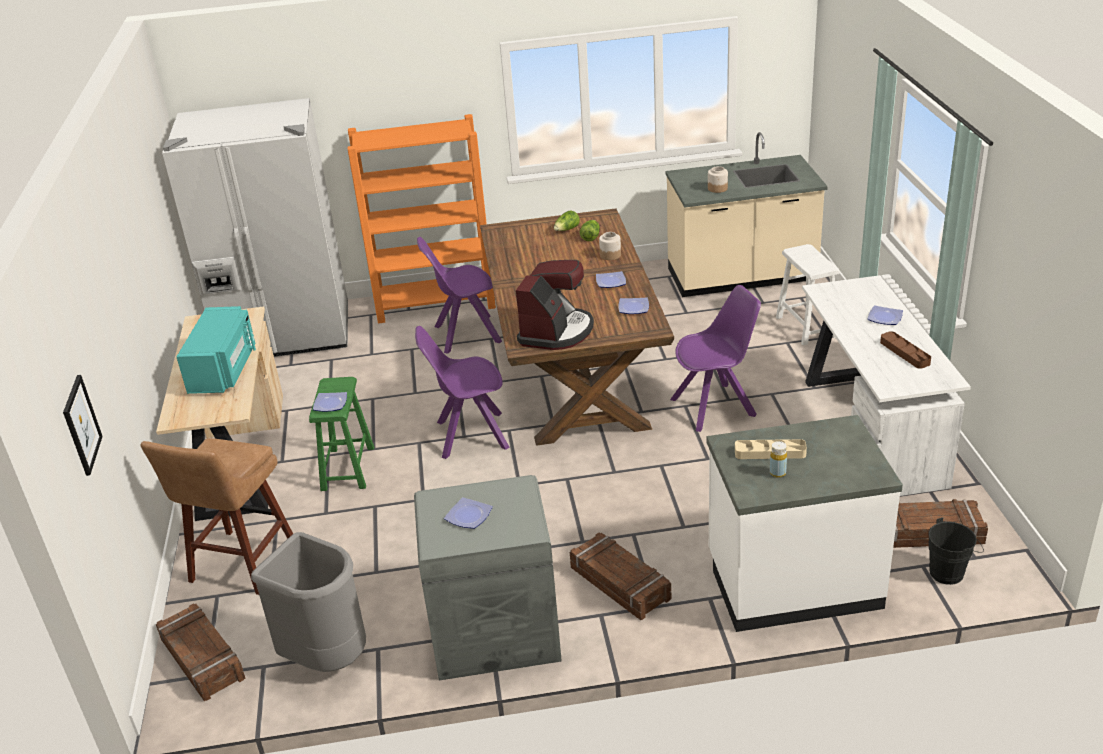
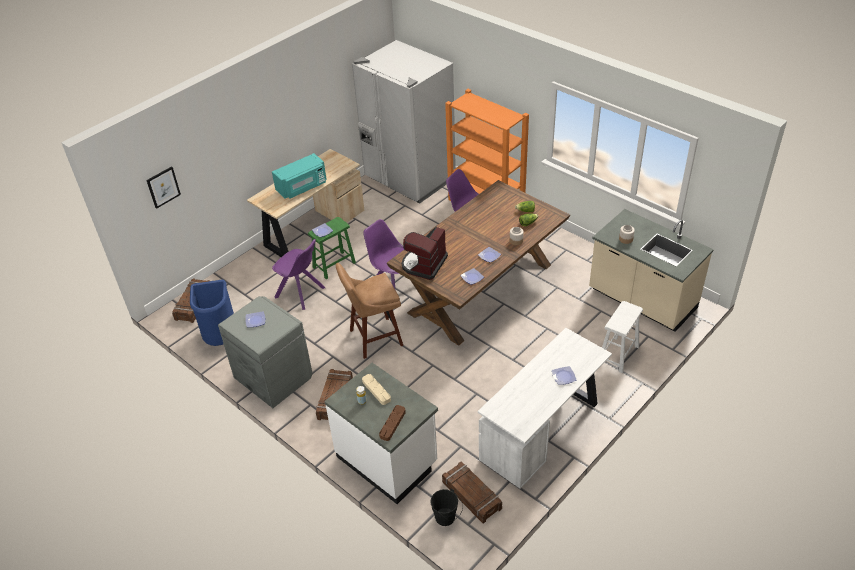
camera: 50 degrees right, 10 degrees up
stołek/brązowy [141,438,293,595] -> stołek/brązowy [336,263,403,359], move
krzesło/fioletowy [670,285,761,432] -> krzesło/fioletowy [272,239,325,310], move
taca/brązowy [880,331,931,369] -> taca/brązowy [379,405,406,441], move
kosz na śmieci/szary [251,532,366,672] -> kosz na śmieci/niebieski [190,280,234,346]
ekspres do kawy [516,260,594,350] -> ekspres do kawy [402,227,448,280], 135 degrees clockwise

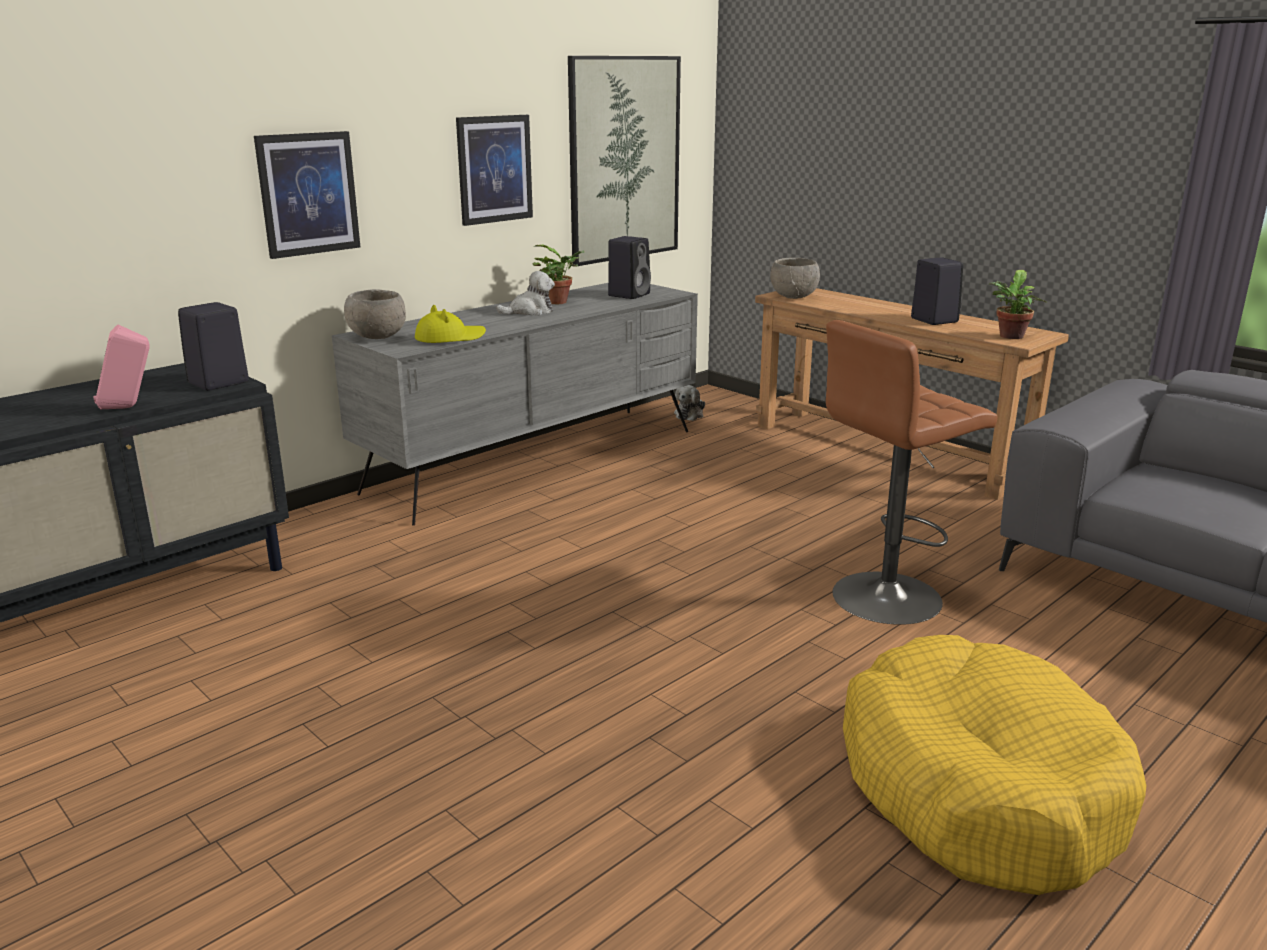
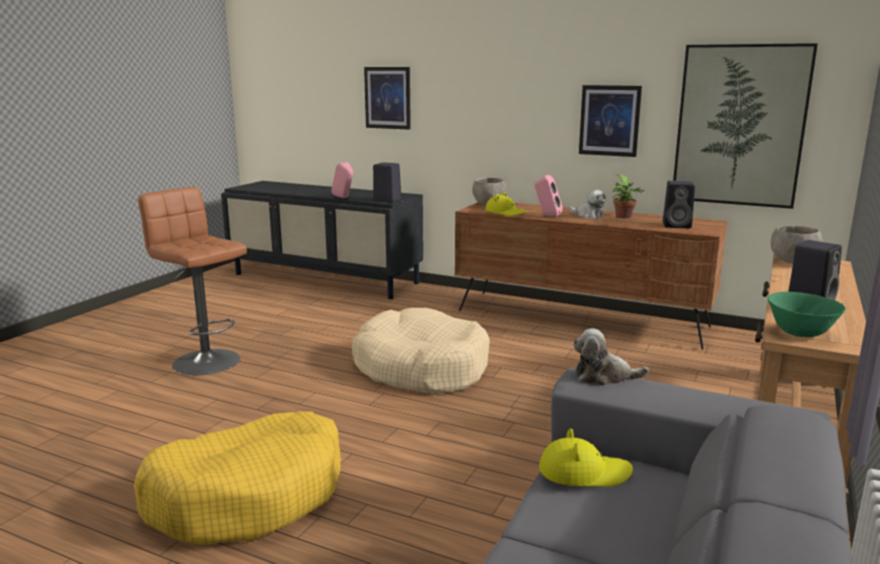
camera: 70 degrees right, 5 degrees down
none -> legowisko/beżowy [352,308,490,395]
none -> głośnik/różowy [534,175,563,217]
none -> kapelusz/żółty [539,428,633,487]
obraz [254,131,360,259] -> obraz [364,67,411,130], move
pluszak [674,385,705,421] -> pluszak [573,328,649,386], move
stołek/brązowy [826,320,997,625] -> stołek/brązowy [138,187,247,375], move
roślina doniczkowa [989,270,1047,339] -> miska/zielony [768,292,846,337]
szafka pod telewizor/szary [332,283,698,525] -> szafka pod telewizor/brązowy [455,202,727,350]

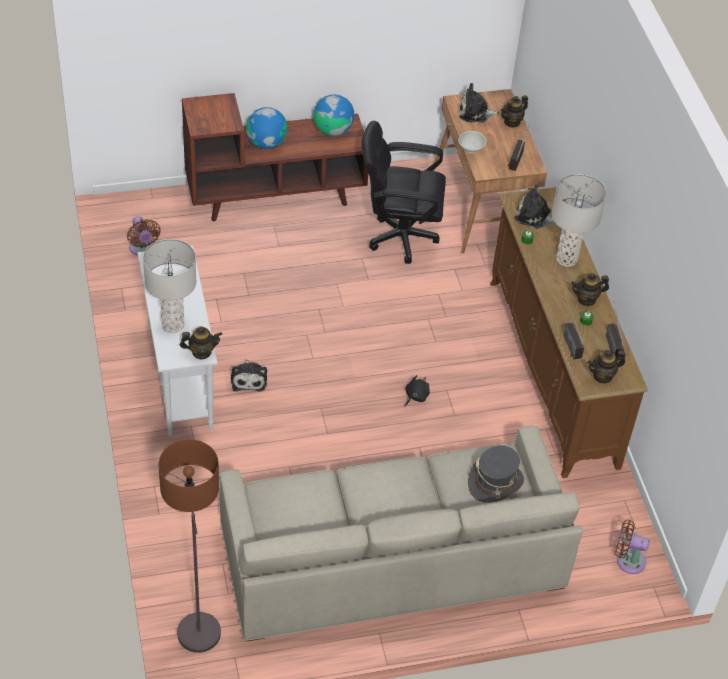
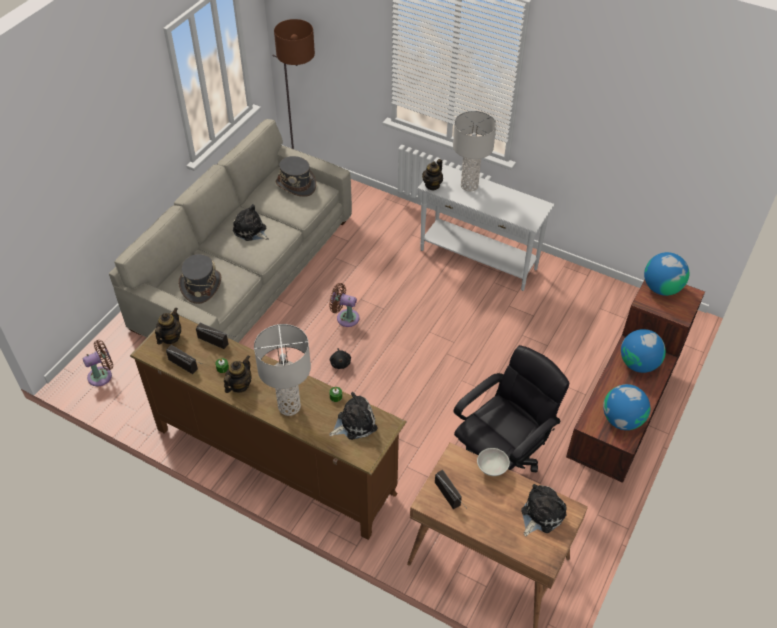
camera: 135 degrees right, 0 degrees up
imbryk [501,95,528,128] -> none
none -> kapelusz/szary [276,156,316,197]
none -> globus [644,252,689,296]
wentylator/brązowy [127,216,161,255] -> wentylator/brązowy [329,283,360,327], move
pluszak [231,359,267,392] -> pluszak [233,204,269,241], move

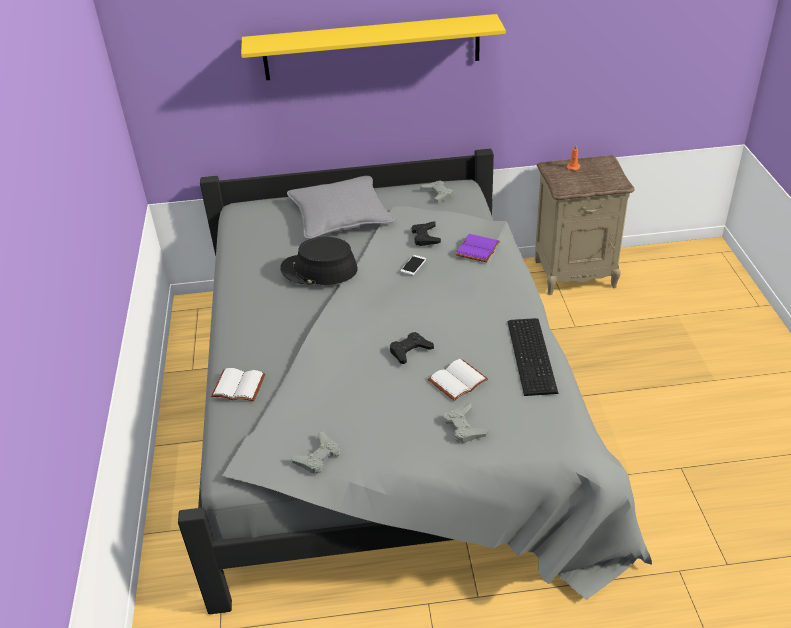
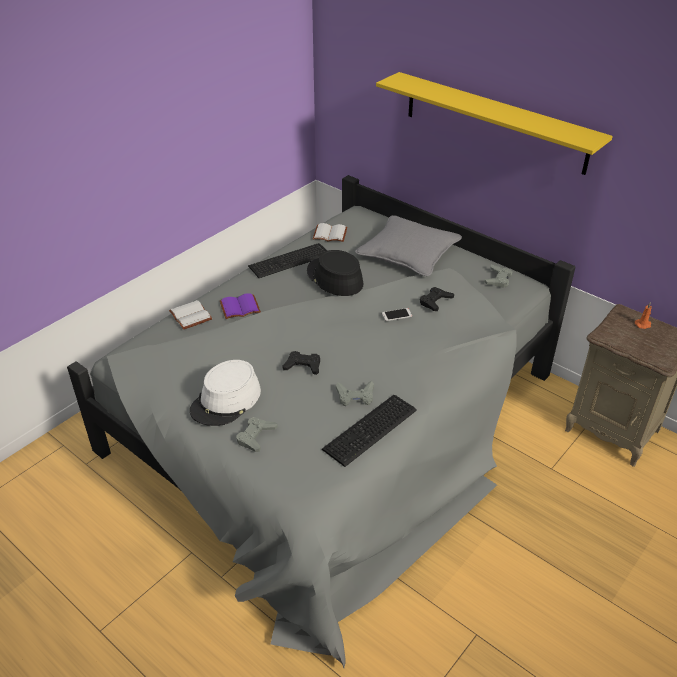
camera: 45 degrees right, 0 degrees up
none -> kapelusz/biały [190,360,261,426]
none -> klawiatura [248,243,327,278]
pad do gier/szary [291,431,340,474] -> pad do gier/szary [336,381,374,406], move
książka/biały [428,359,488,401] -> książka/biały [313,223,347,242], move
książka/fioletowy [455,234,500,262] -> książka/fioletowy [220,293,261,319], move

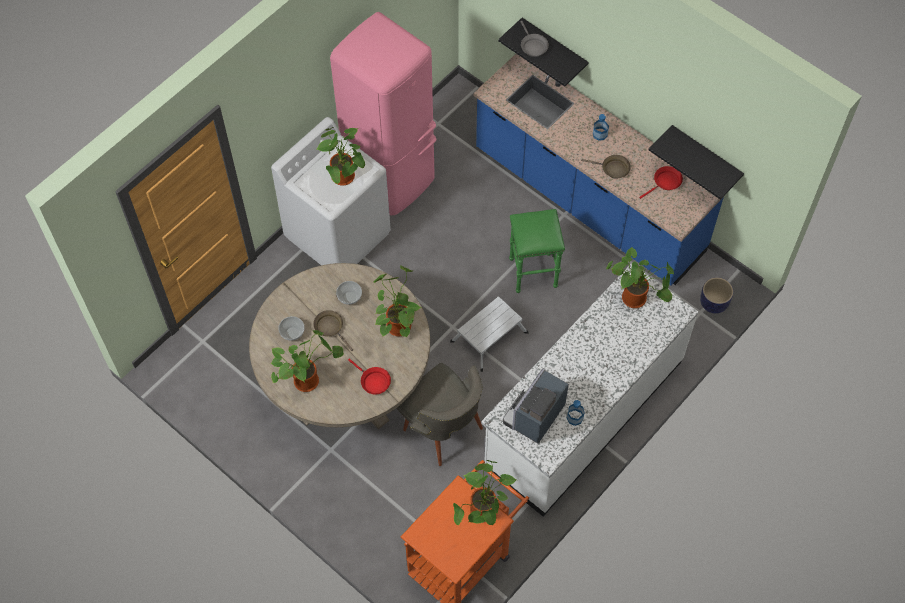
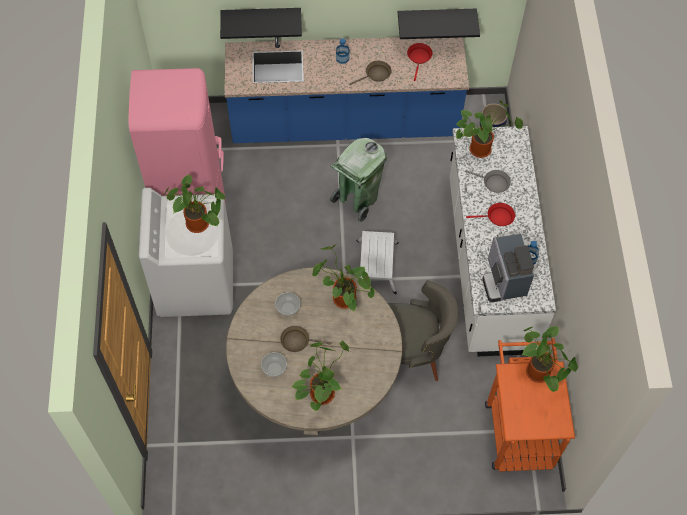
camera: 45 degrees left, 0 degrees up
patelnia/czerwony [348,359,391,394] -> patelnia/czerwony [466,203,515,226], move
patelnia/szary [521,21,549,57] -> patelnia/szary [465,170,511,193], move
stołek/zielony [509,209,565,293] -> kosz na śmieci/zielony [330,138,387,222]

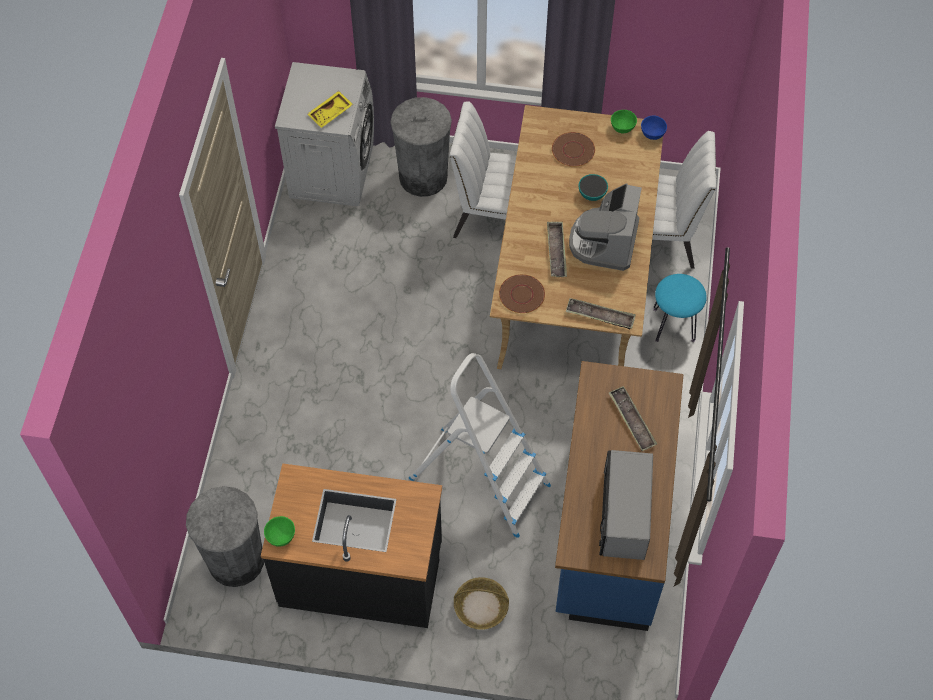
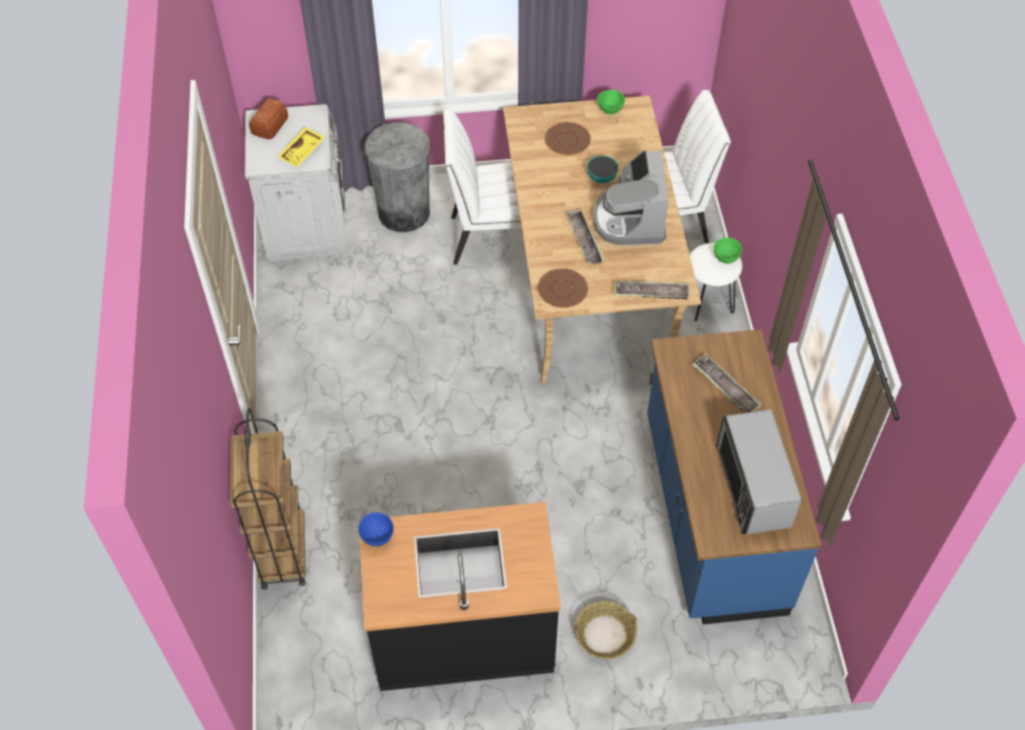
camera: 15 degrees left, 5 degrees down
kosz na śmieci/szary [186,486,264,587] -> none
drabinka/biały [409,353,551,538] -> none
none -> wózek/brązowy [230,408,306,590]
none -> chleb [249,98,288,139]
miska/zielony [264,516,295,547] -> miska/zielony [714,237,742,264], move
miska/niebieski [641,115,667,140] -> miska/niebieski [358,512,394,546], move
stołek/turkusowy [653,274,707,342] -> stołek/biały [690,243,742,321]

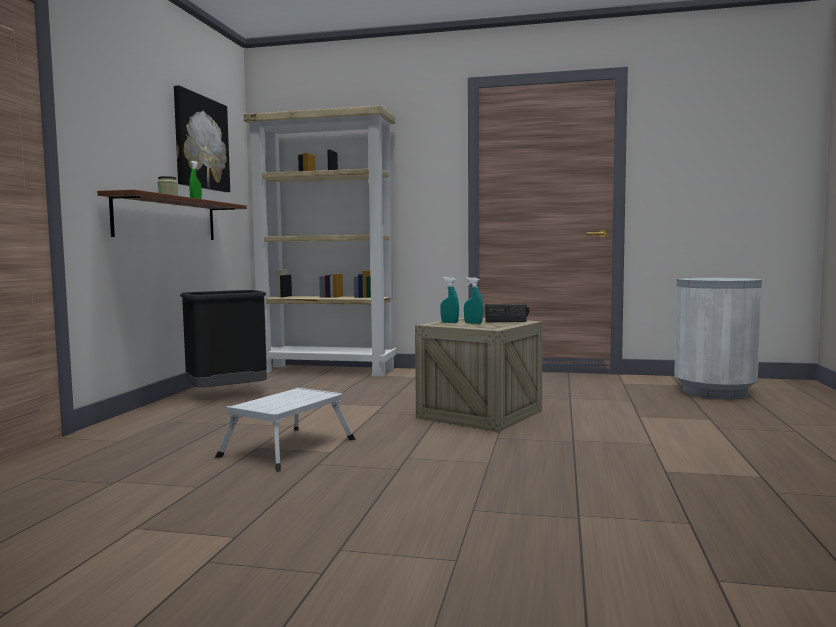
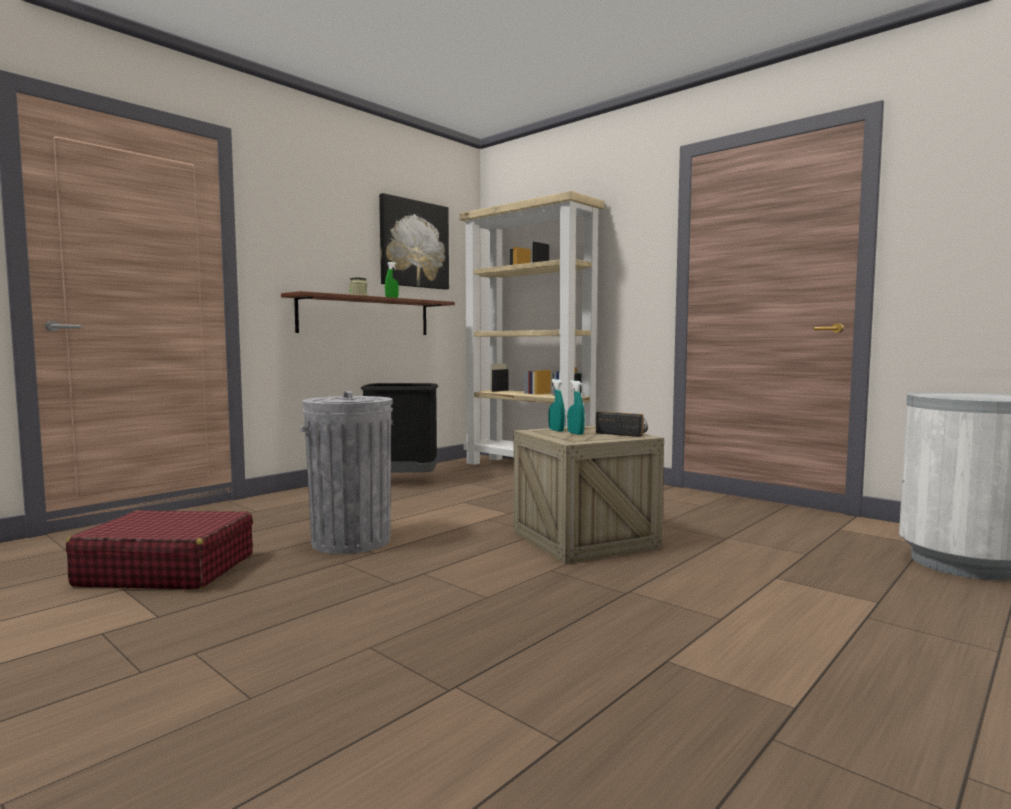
camera: 30 degrees right, 0 degrees up
none -> walizka/czerwony [66,510,253,589]
drabinka/biały [215,388,356,472] -> kosz na śmieci/szary [301,391,393,554]

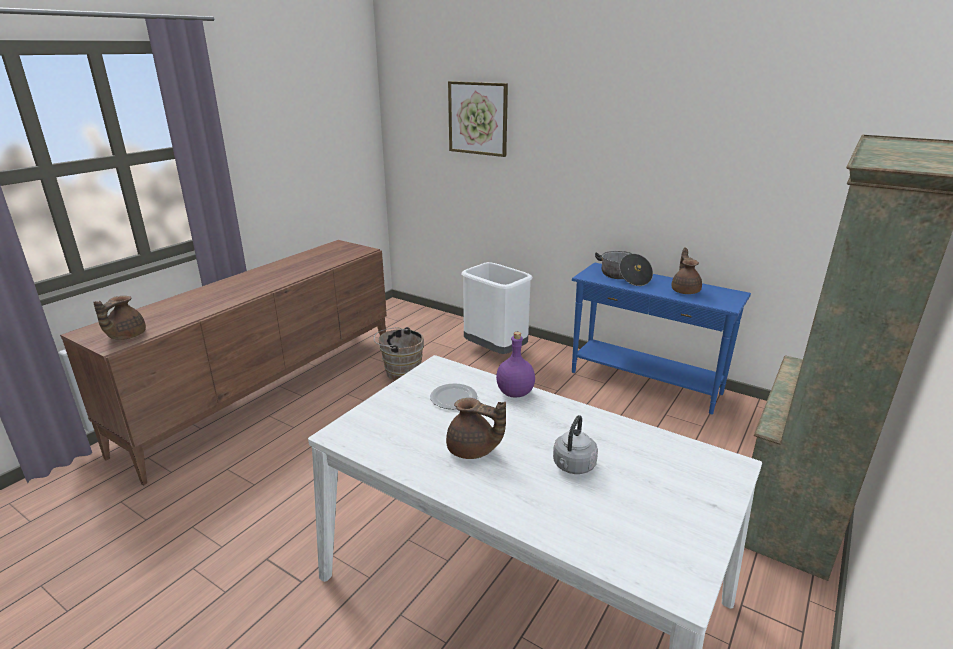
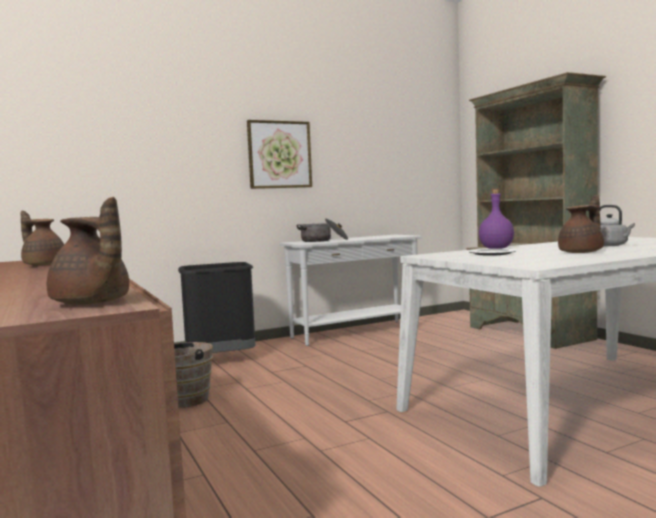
camera: 60 degrees left, 20 degrees down
obraz [448,81,508,157] -> obraz [247,120,312,189], move
imbryk/brązowy [672,247,702,294] -> imbryk/brązowy [21,211,64,266], move
kosz na śmieci/biały [461,262,533,354] -> kosz na śmieci/czarny [178,262,256,353]
stolik konsolowy/niebieski [572,262,751,415] -> stolik konsolowy/biały [280,235,422,346]

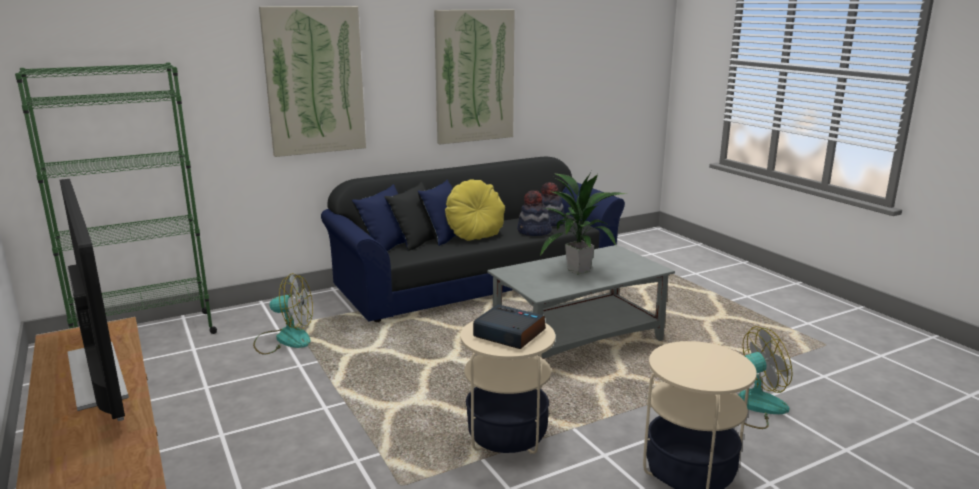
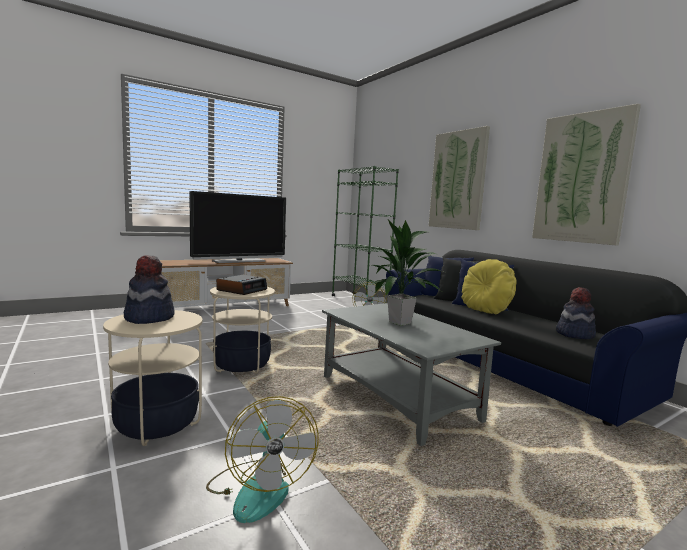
camera: 85 degrees right, 10 degrees down
kapelusz [517,191,552,236] -> kapelusz [124,255,175,324], move

